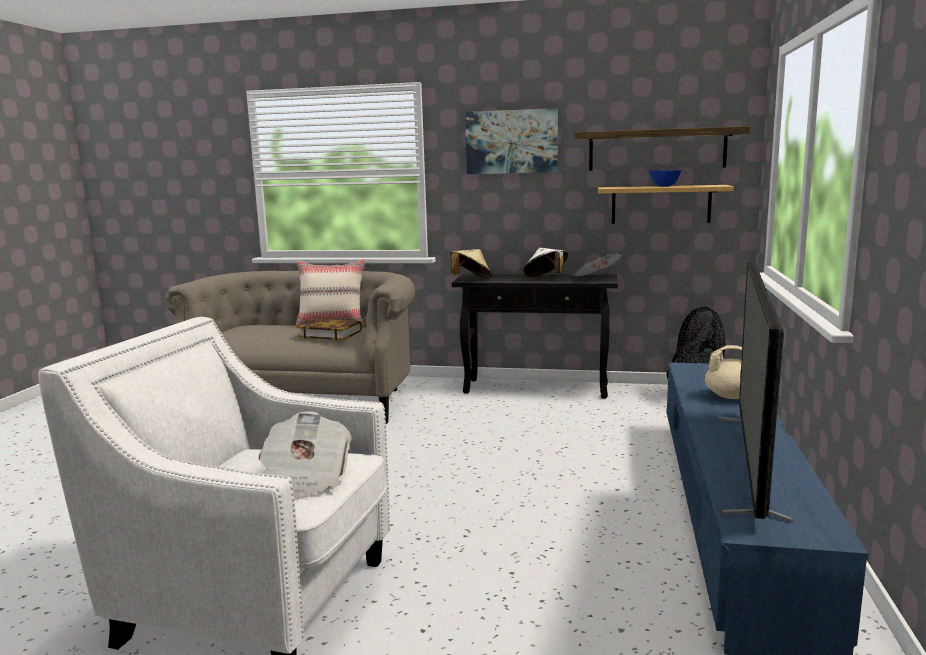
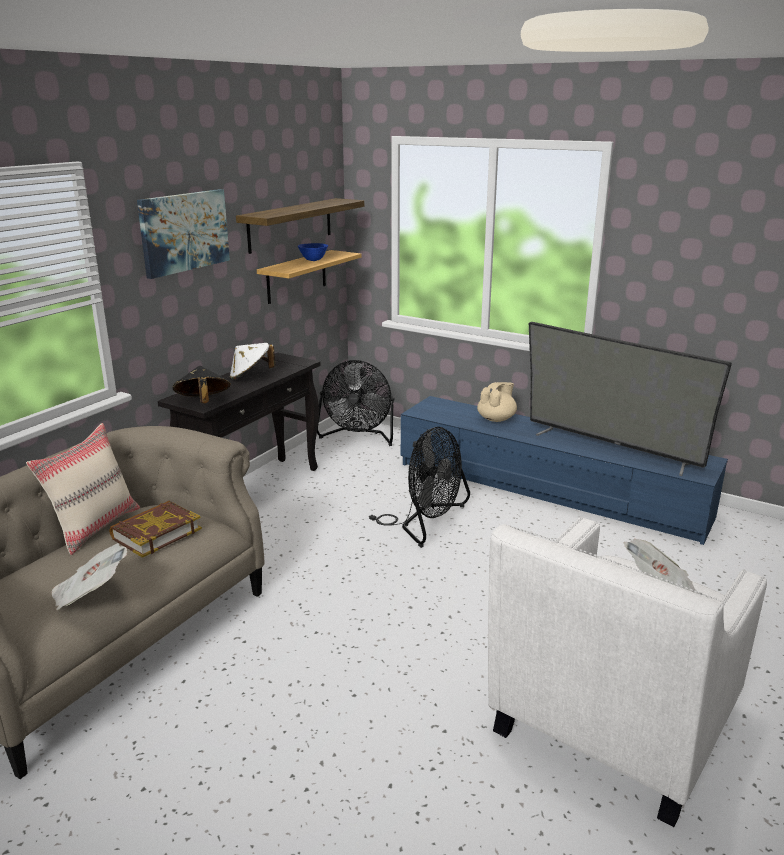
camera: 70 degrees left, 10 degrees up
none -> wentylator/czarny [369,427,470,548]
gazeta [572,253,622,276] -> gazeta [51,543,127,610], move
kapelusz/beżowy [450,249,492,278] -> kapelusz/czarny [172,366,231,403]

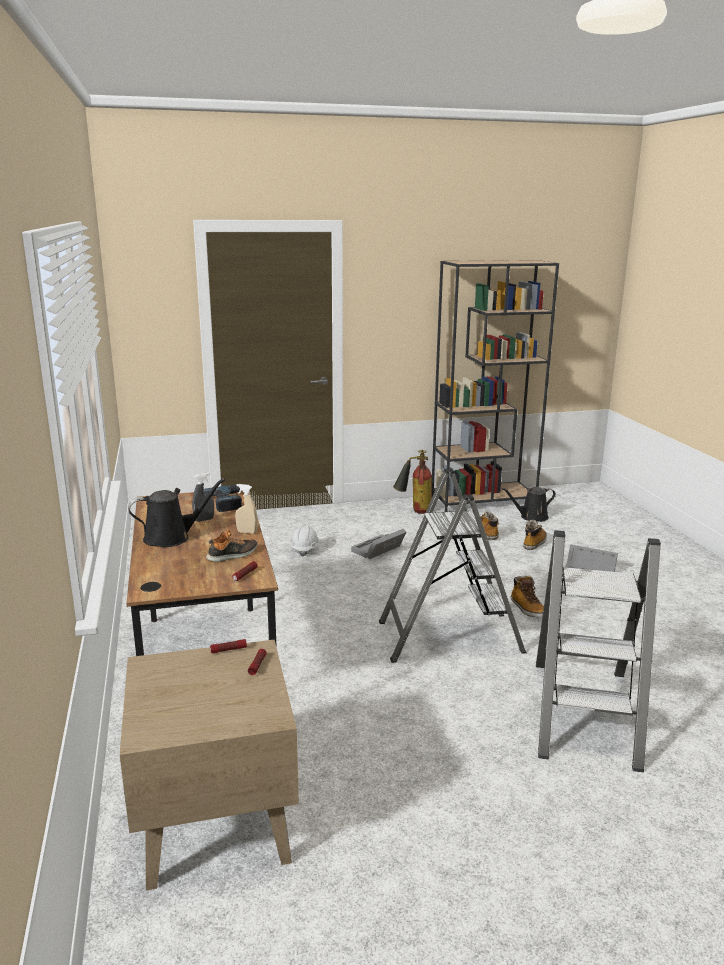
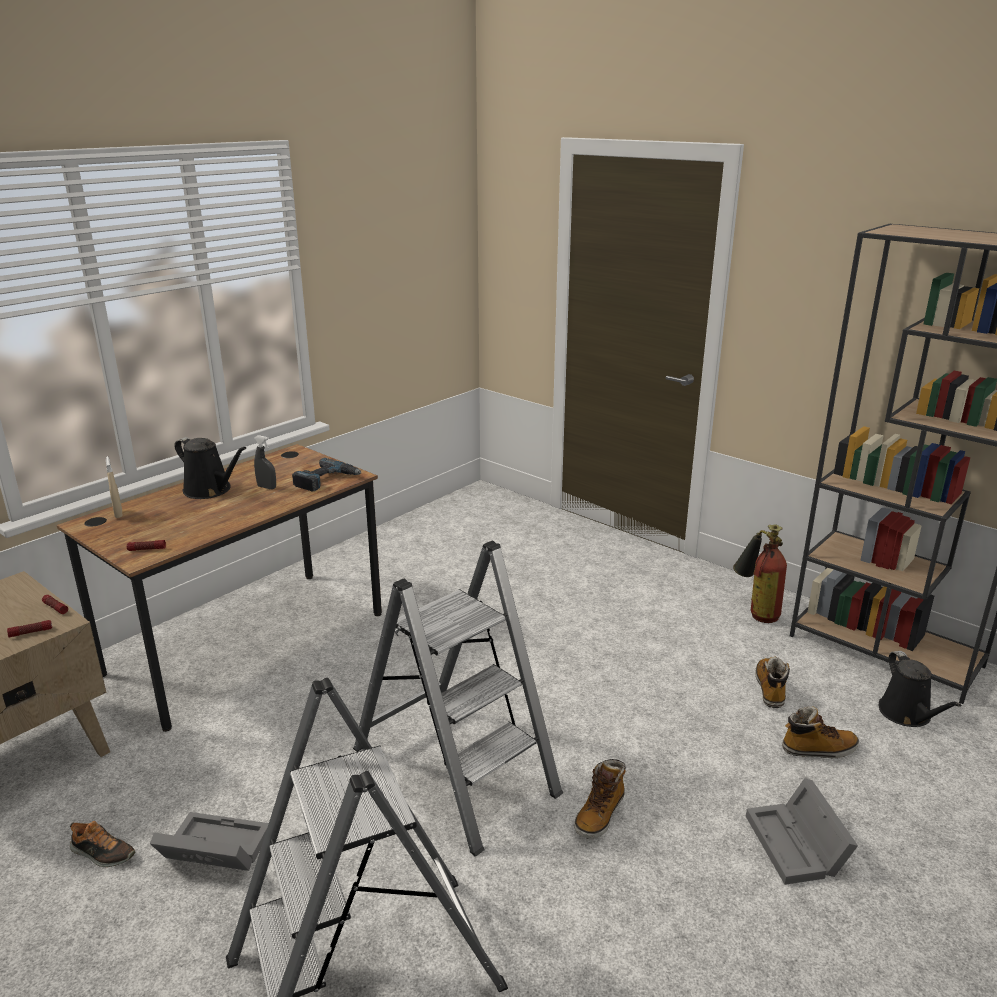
camera: 55 degrees right, 5 degrees up
kask/biały [290,524,319,557] -> none
but [206,529,258,562] -> but [70,821,136,867], move
spryskiwacz/beżowy [235,484,258,534] -> spryskiwacz/beżowy [106,456,122,518], move
pojemnik do przechowywania/szary [351,529,406,559] -> pojemnik do przechowywania/szary [150,812,269,871], move
konewka/czarny [502,487,556,522] -> konewka/czarny [879,651,962,727], 135 degrees counterclockwise

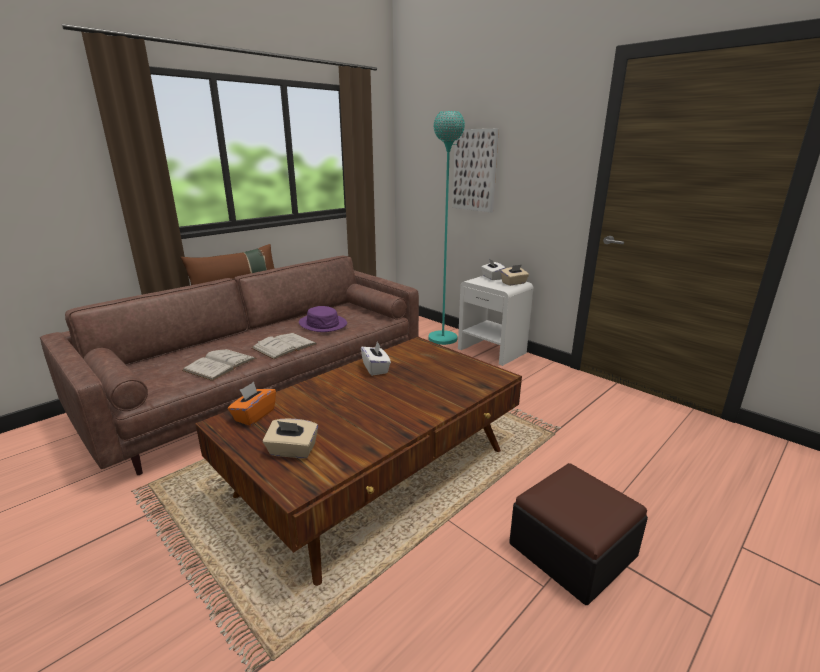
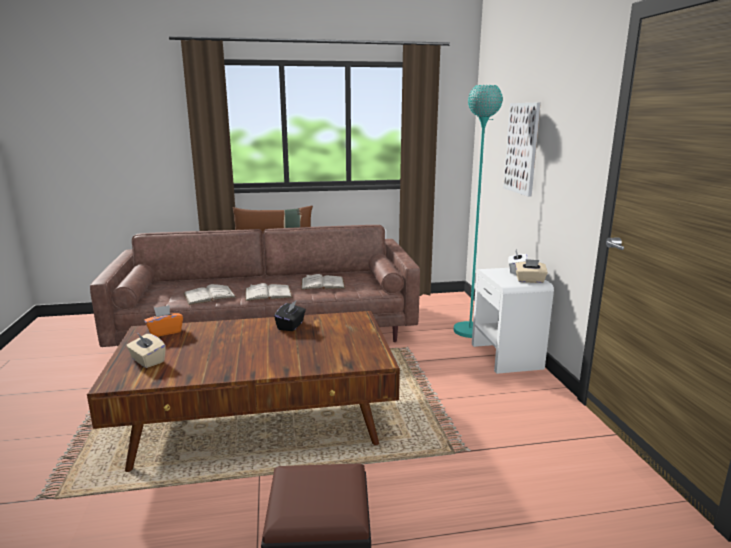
camera: 35 degrees right, 5 degrees down
kapelusz/fioletowy [299,306,347,332] -> książka/biały [301,274,345,290]
pudełko chusteczek/biały [361,341,391,376] -> pudełko chusteczek/czarny [274,301,306,331]

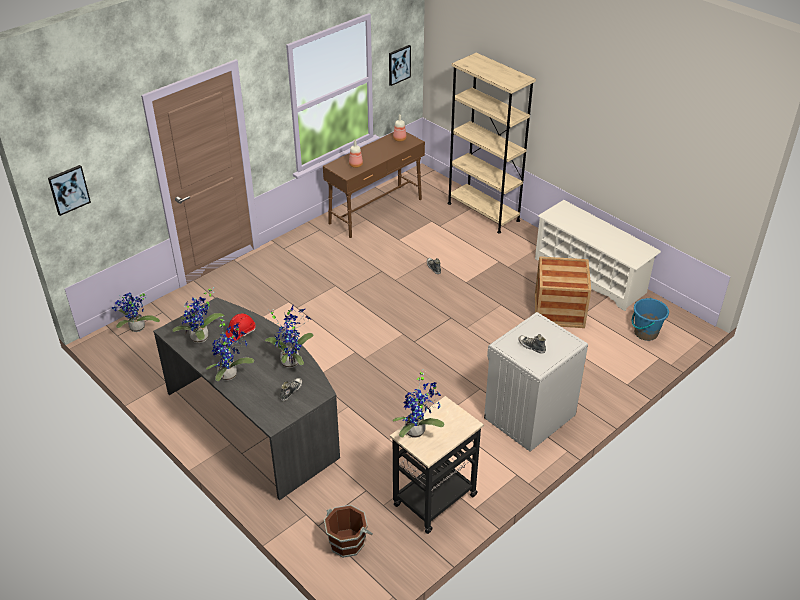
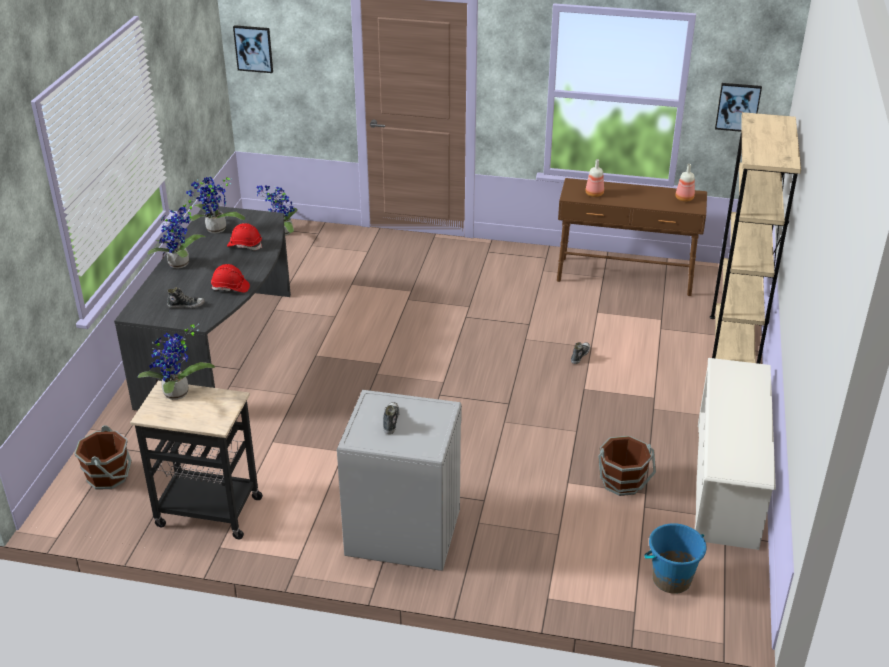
camera: 55 degrees right, 5 degrees down
roślina doniczkowa [265,305,314,368] -> kask/czerwony [211,264,250,293]
skrzynka [535,256,591,328] -> wiadro/brązowy [598,436,656,496]

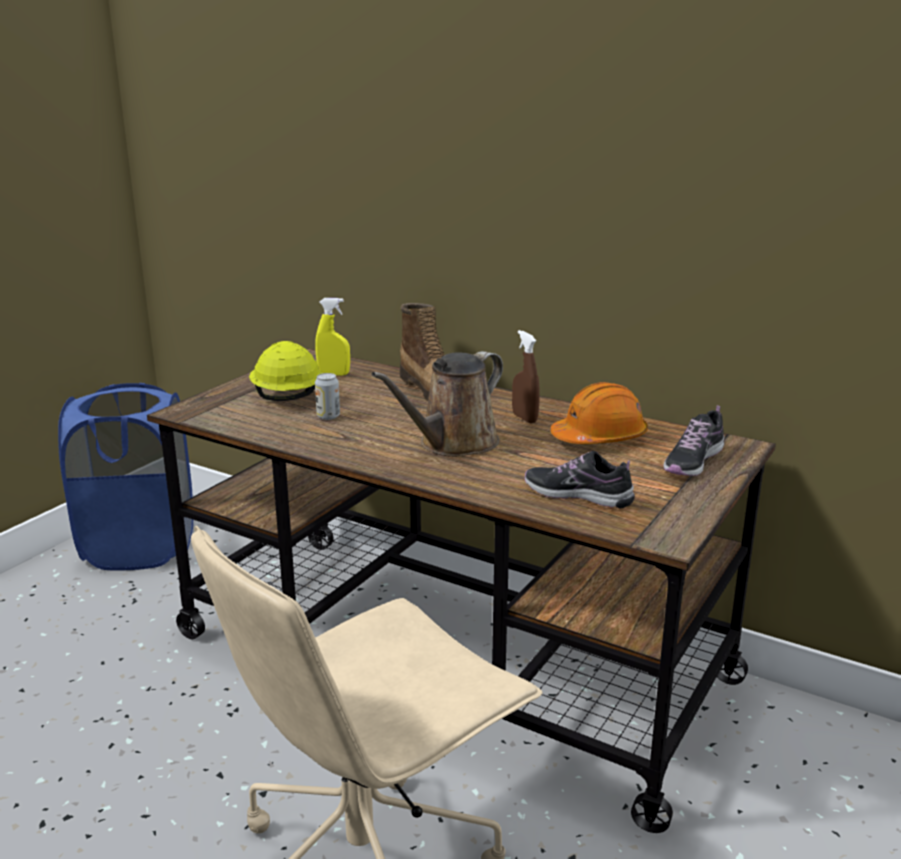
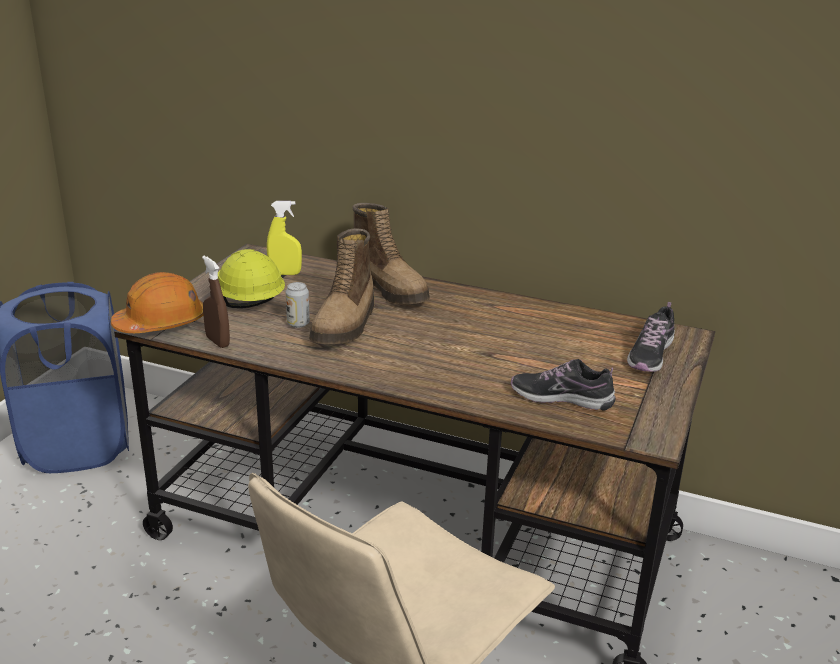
camera: 10 degrees left, 5 degrees up
konewka/brązowy [371,351,503,457] -> none
none -> but z cholewką [309,229,374,344]
spryskiwacz/brązowy [512,330,540,423] -> spryskiwacz/brązowy [202,256,230,348], move
kask/pomarańczowy [550,382,648,444] -> kask/pomarańczowy [111,272,203,333], move

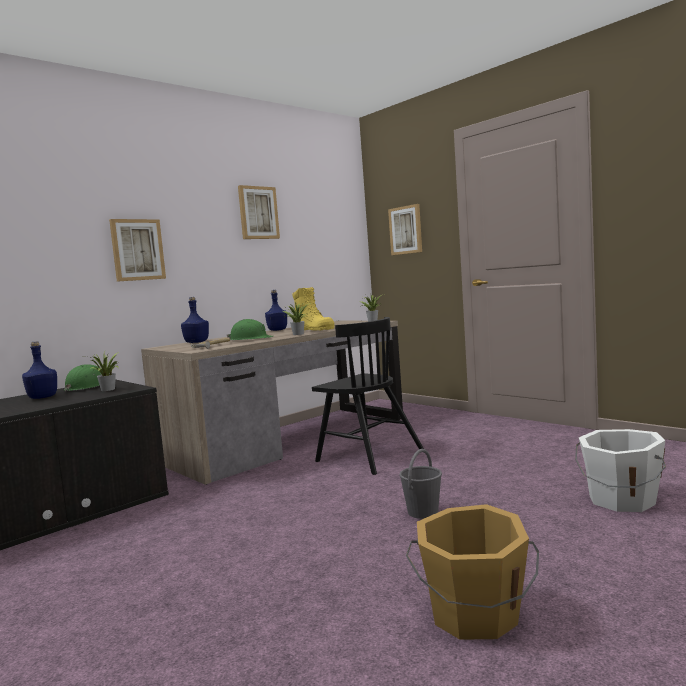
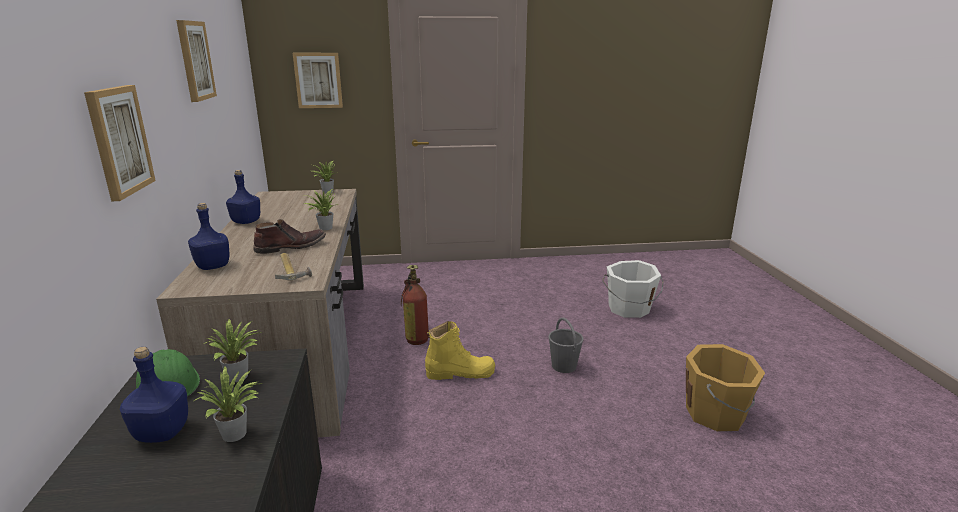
camera: 55 degrees left, 15 degrees up
none -> roślina doniczkowa [194,366,262,442]
but z cholewką/żółty [292,287,334,331] -> but z cholewką/żółty [425,321,495,380], move
kask/zielony [227,319,273,340] -> but z cholewką/brązowy [253,219,326,254]
krzesło/czarny [312,317,424,475] -> gaśnica [401,265,429,345]

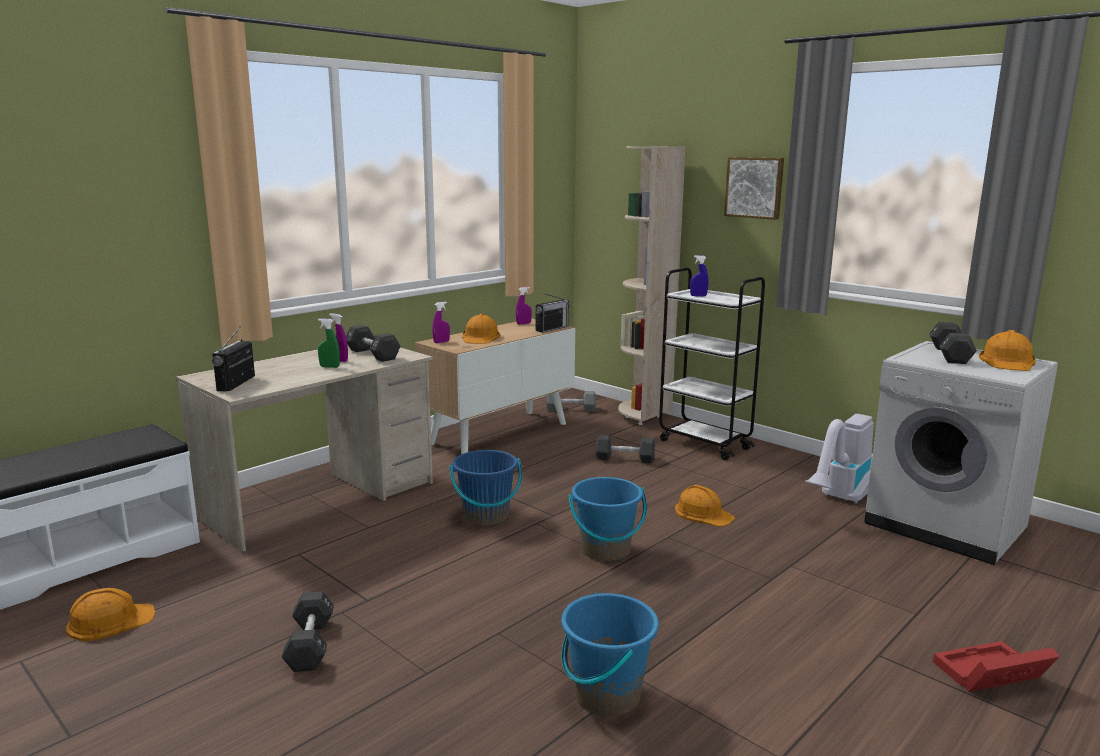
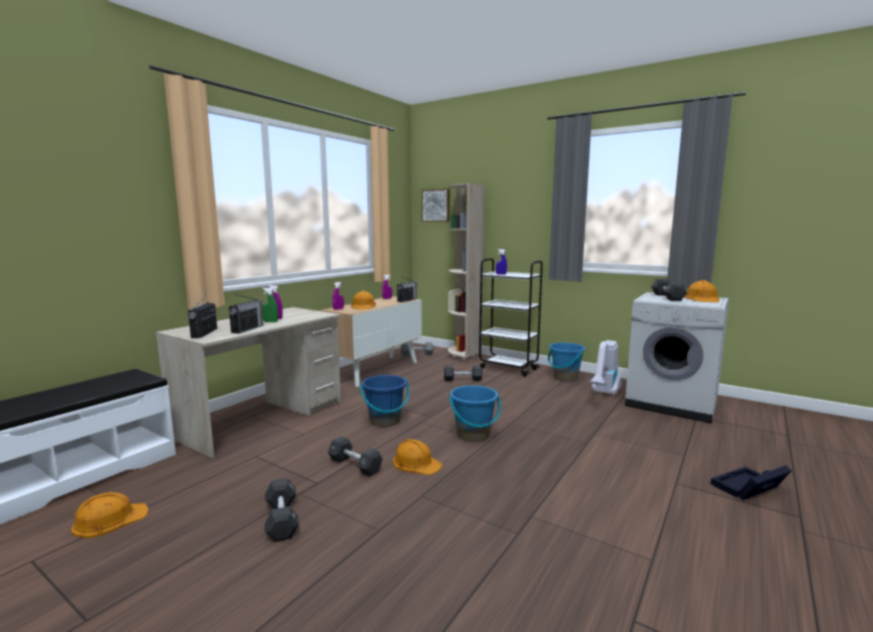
camera: 10 degrees left, 5 degrees down
none -> radio [229,294,264,334]
hantel/czarny [346,325,400,362] -> hantel/czarny [328,436,383,477], move
wiadro/niebieski [561,592,659,716] -> wiadro/niebieski [548,342,585,381], move
kask/pomarańczowy [675,485,735,526] -> kask/pomarańczowy [393,439,443,475], move
obraz [724,157,784,220] -> obraz [421,189,450,222], move
pojemnik do przechowywania/czerwony [933,641,1060,692] -> pojemnik do przechowywania/czarny [711,465,792,500]

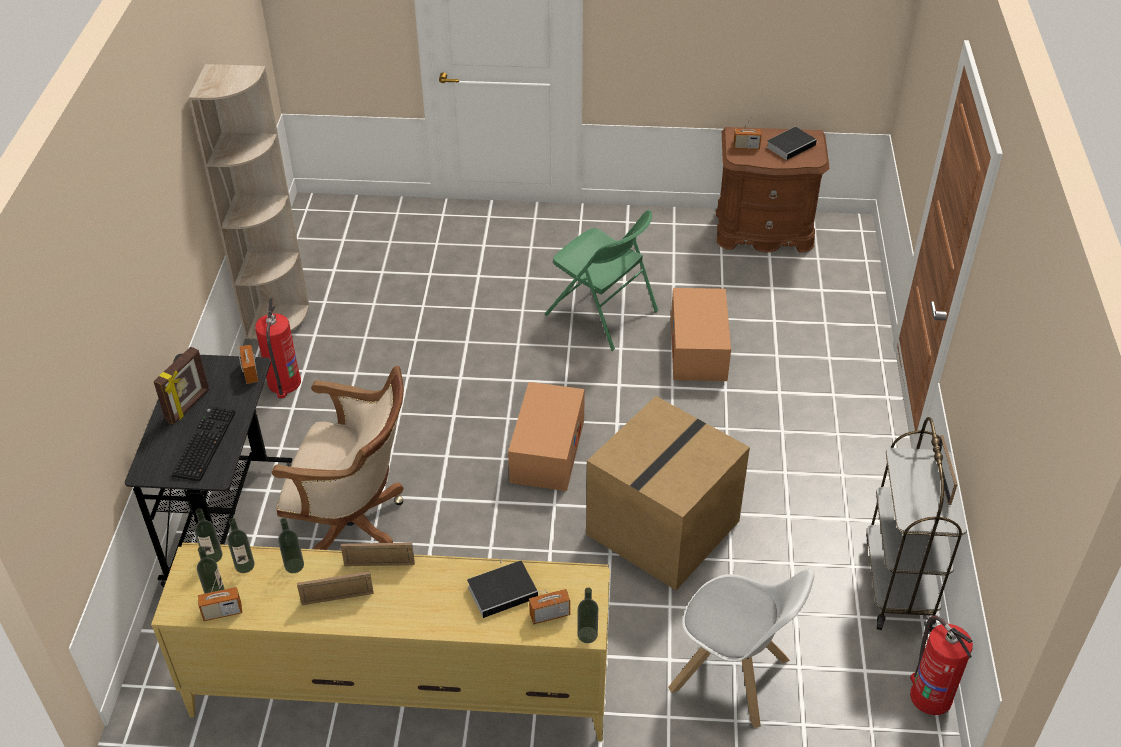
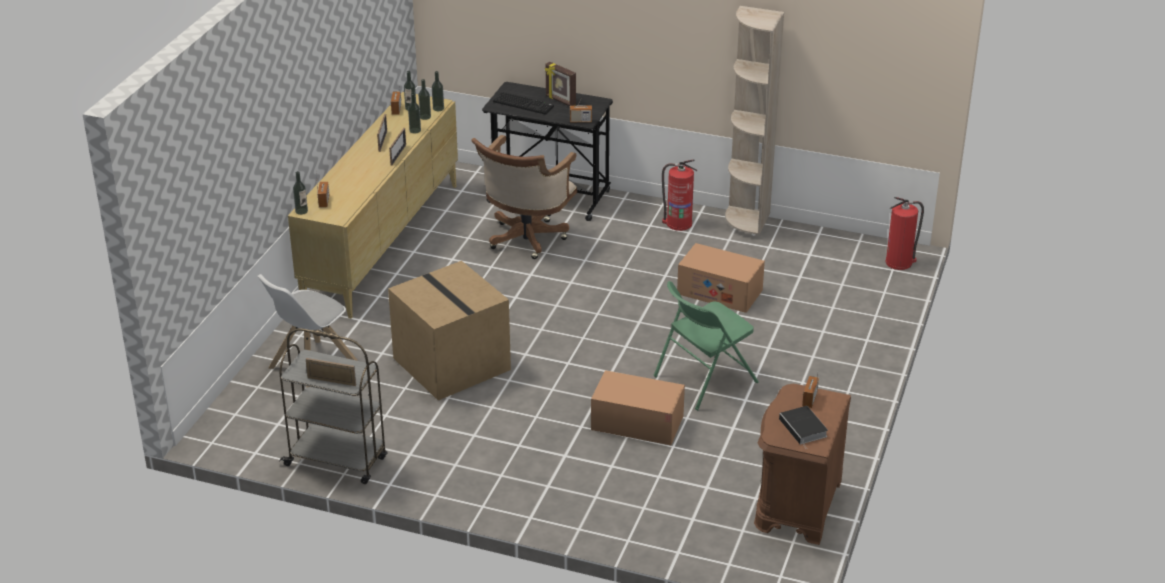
camera: 105 degrees right, 10 degrees down
książka [467,560,547,618] -> none
karton [508,382,585,491] -> karton [677,243,765,313], move
gaśnica [910,615,973,715] -> gaśnica [885,197,924,270], move

